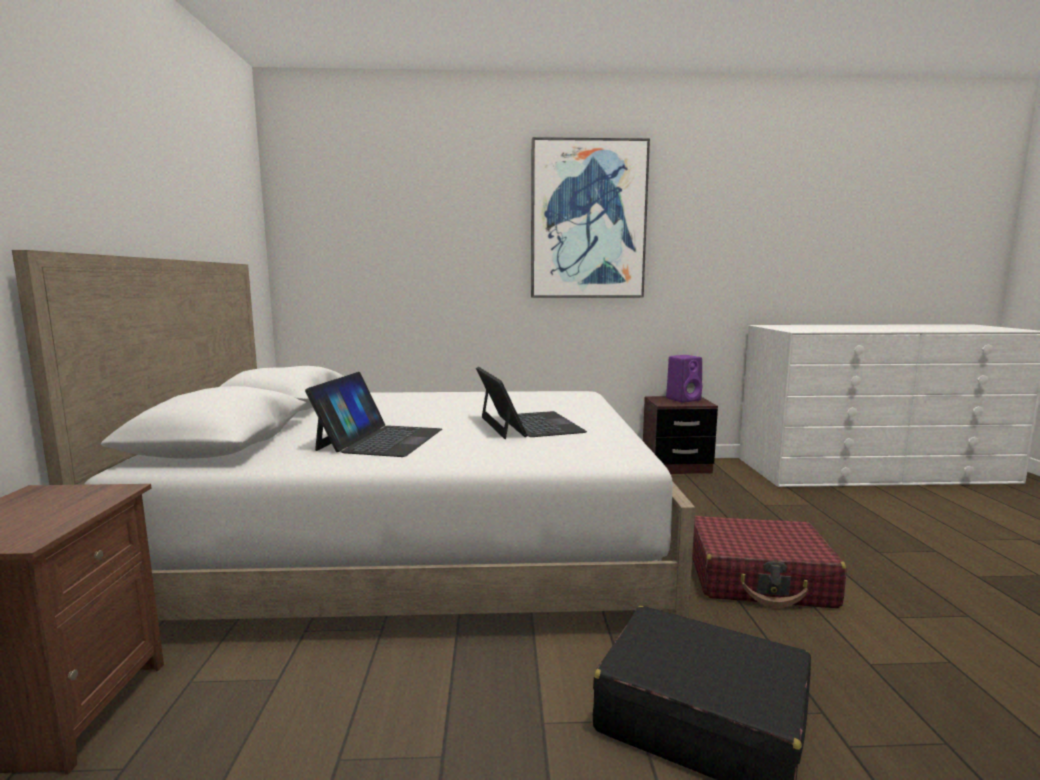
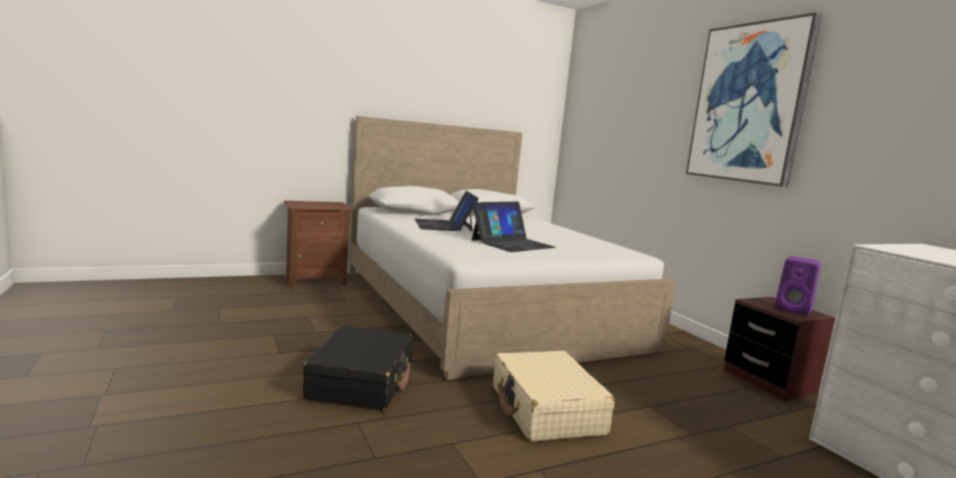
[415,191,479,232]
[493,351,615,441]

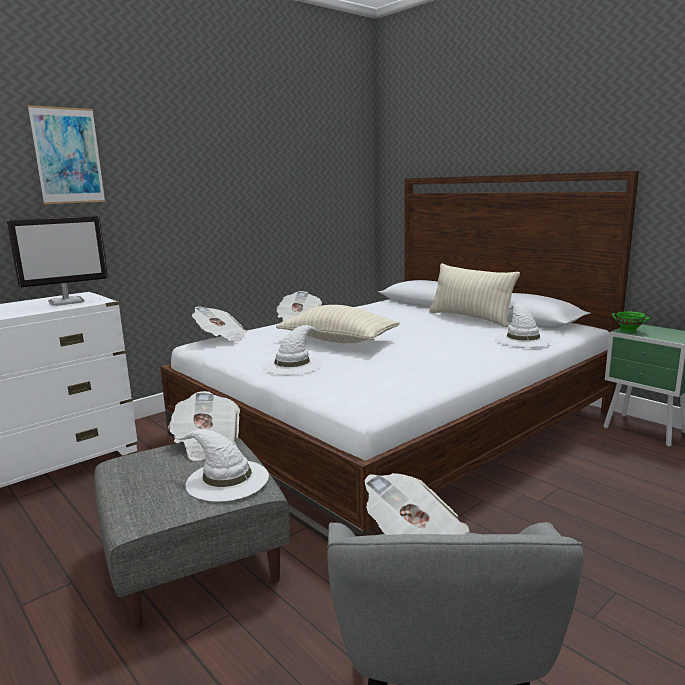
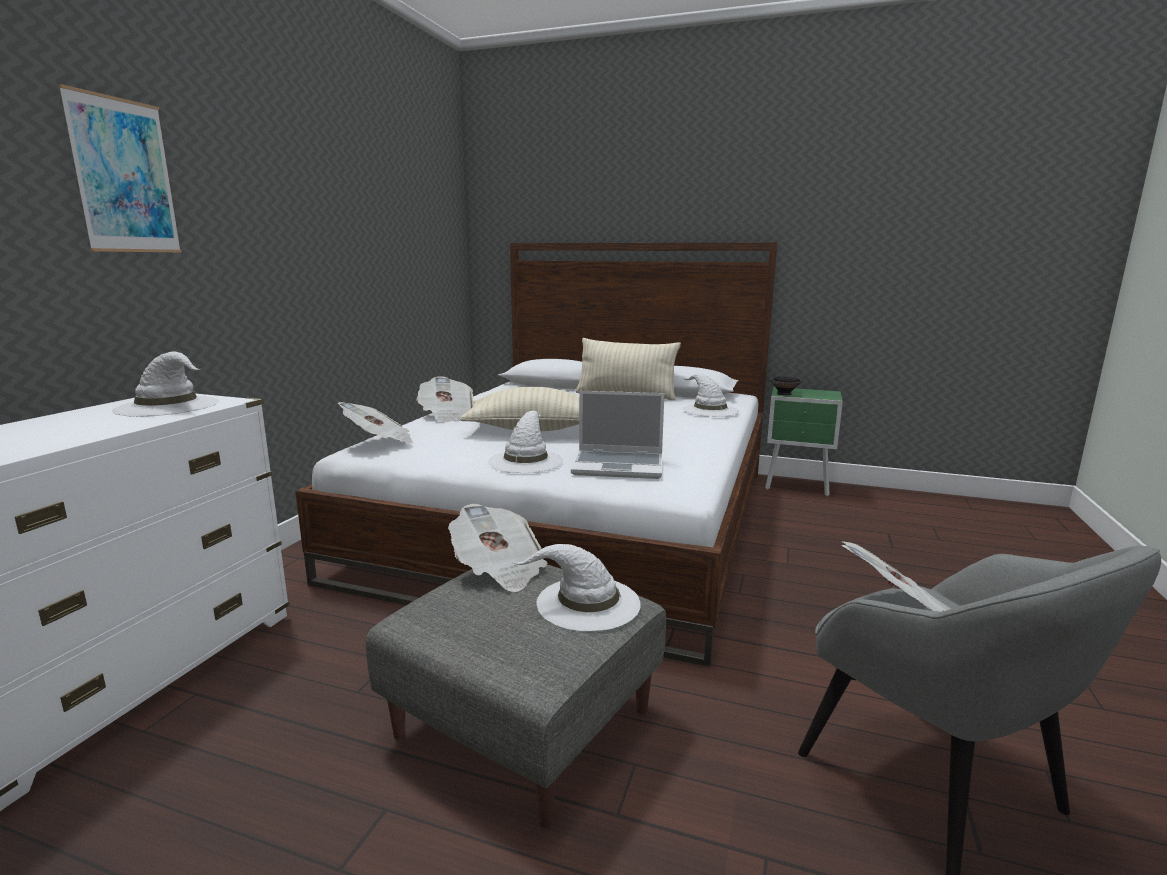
[112,351,219,417]
[769,376,802,395]
[571,391,665,479]

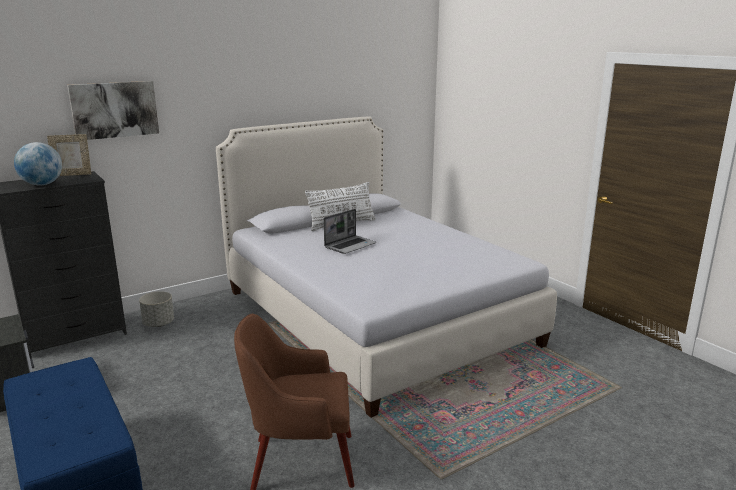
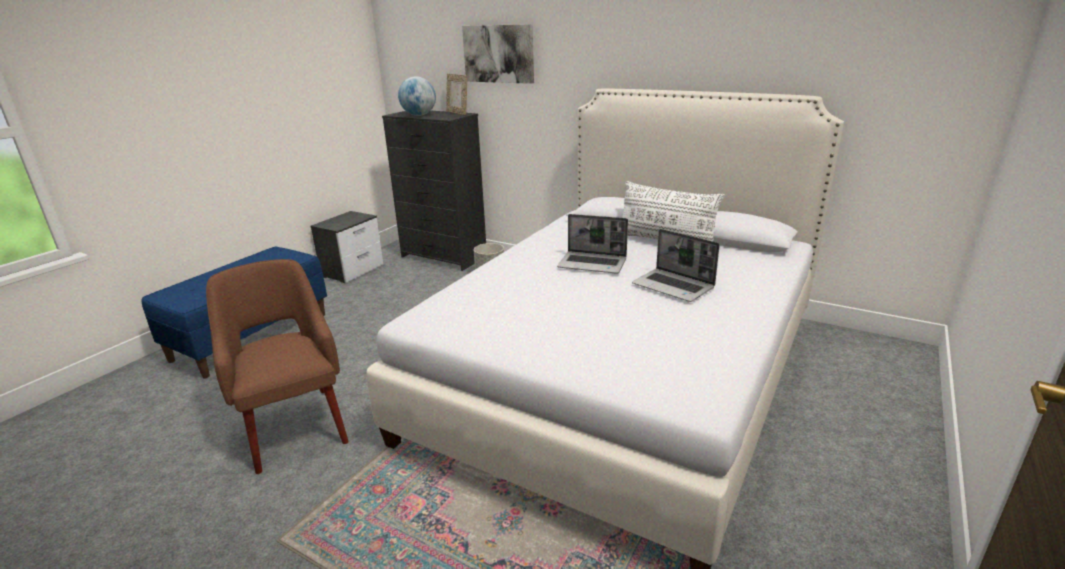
[632,229,720,302]

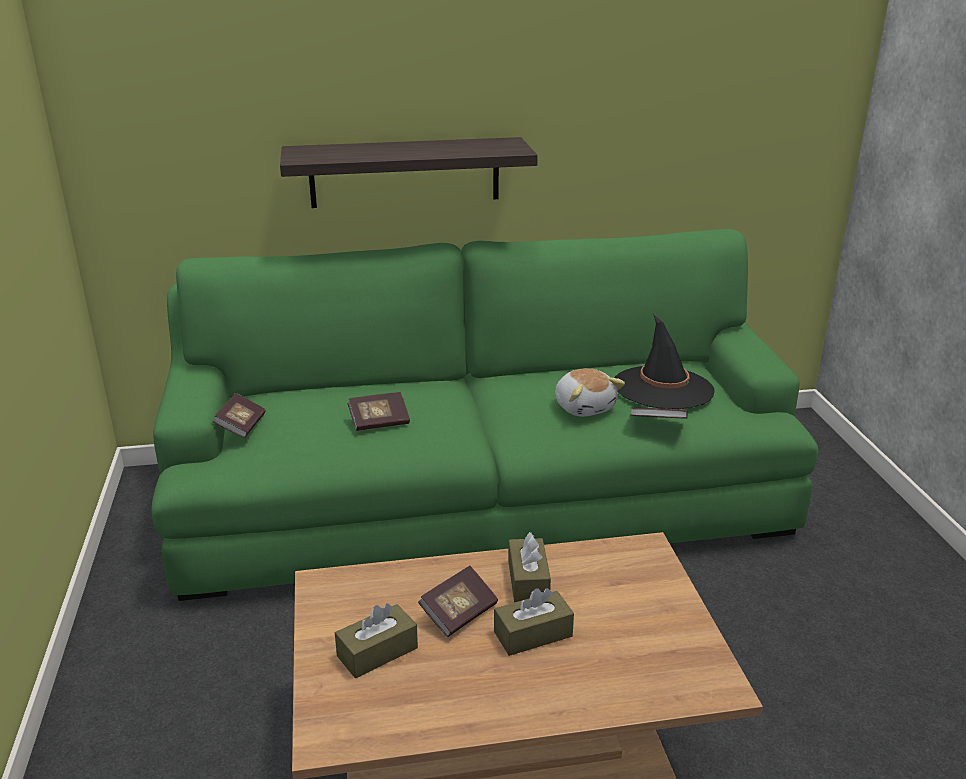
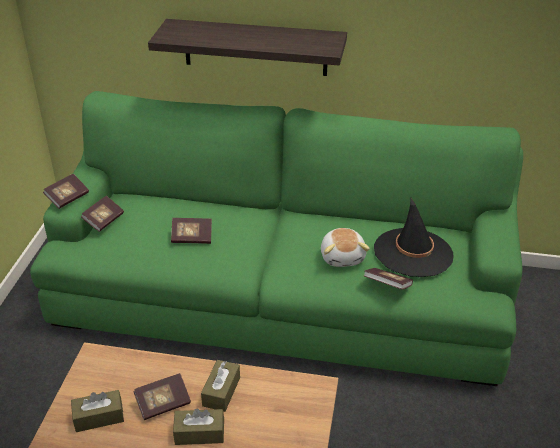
[43,174,89,209]

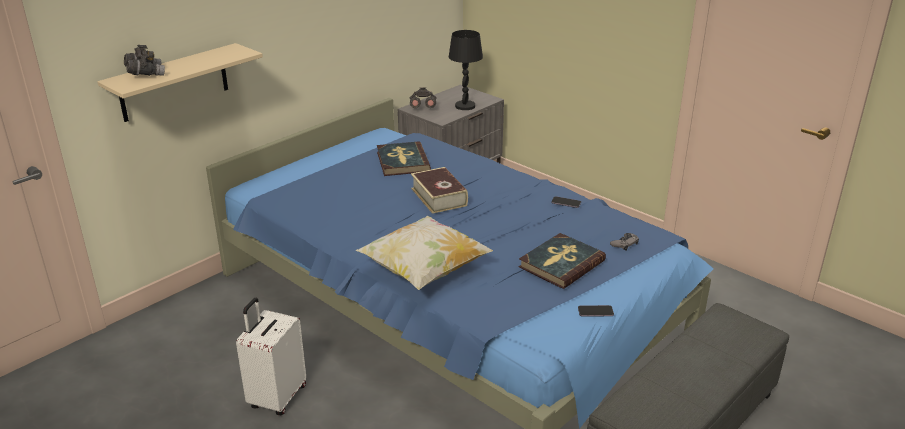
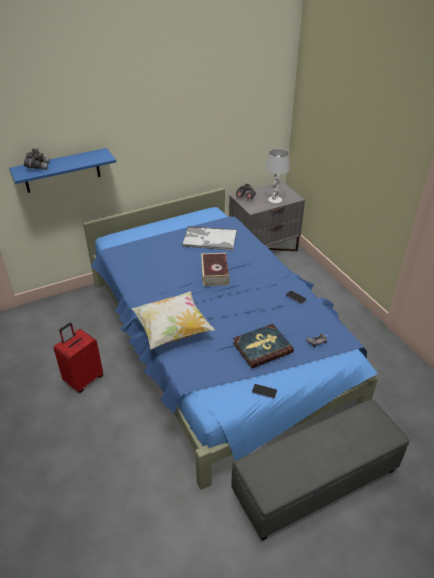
[9,148,116,193]
[53,323,103,393]
[182,226,237,251]
[266,149,290,205]

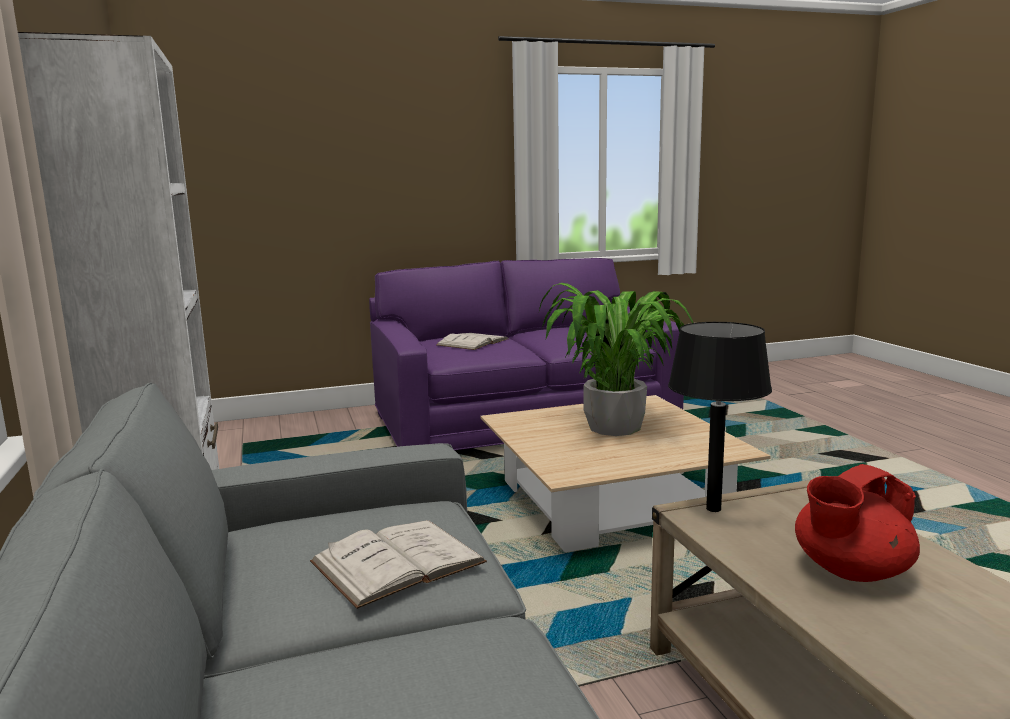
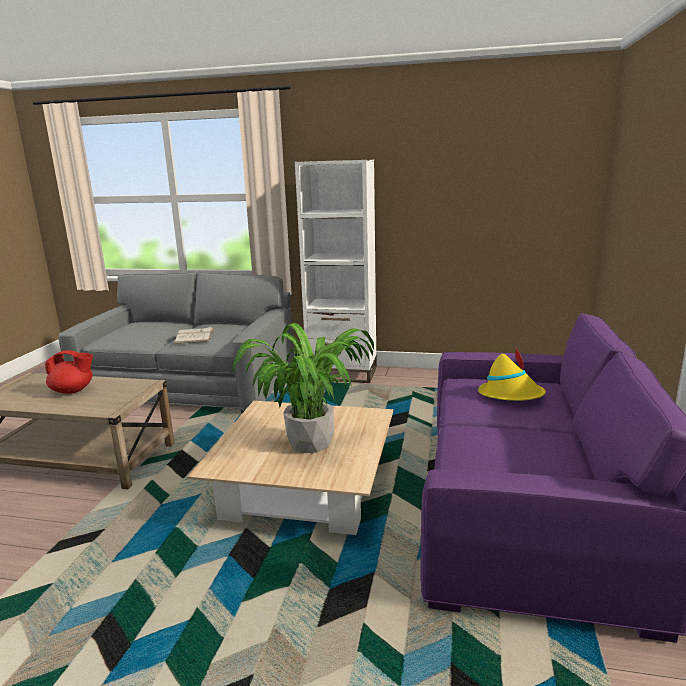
[478,346,546,401]
[668,322,772,512] (first image)
[45,350,93,394]

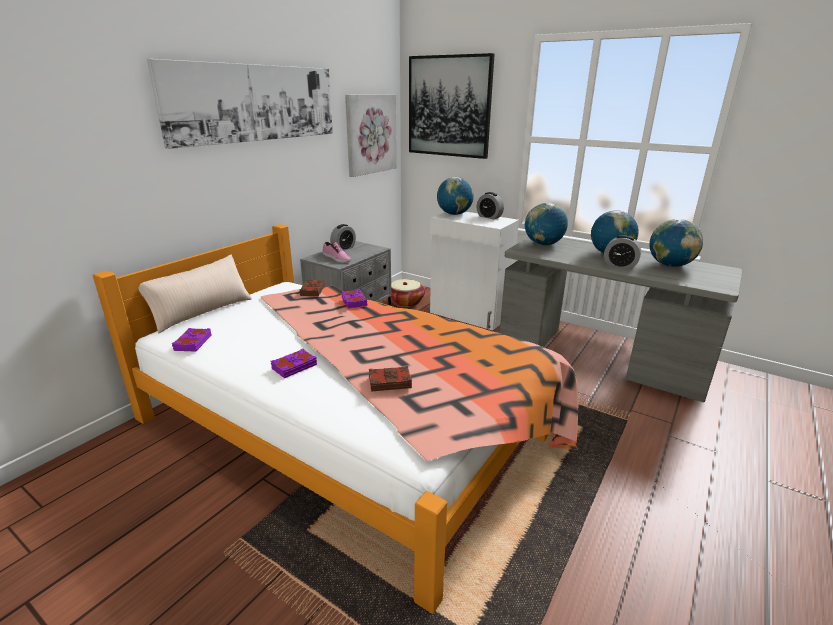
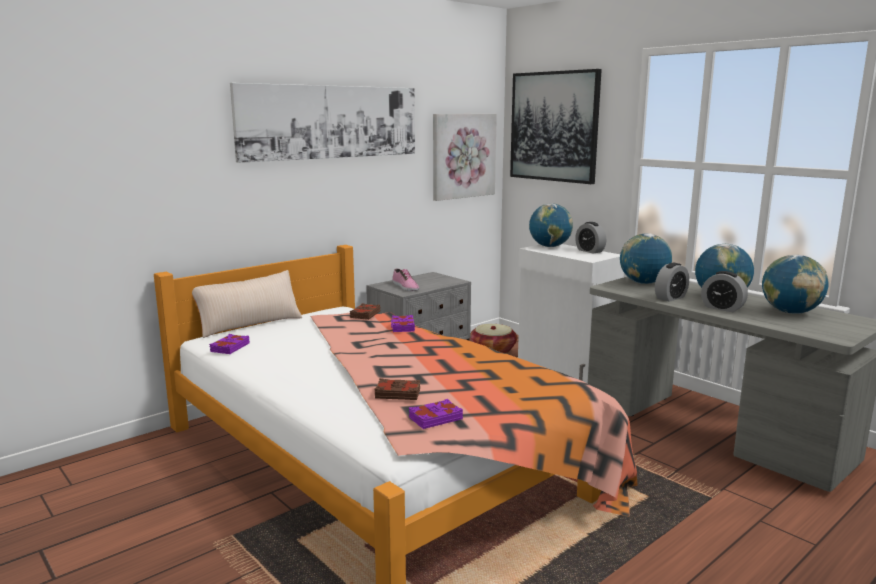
[409,399,463,429]
[655,263,689,302]

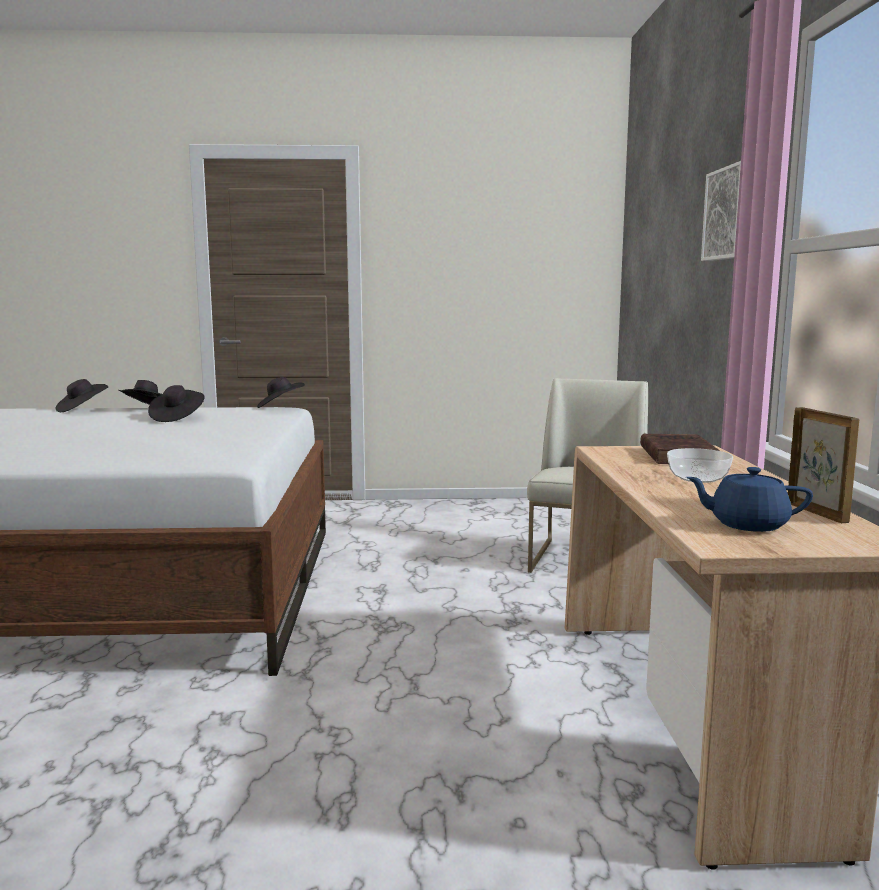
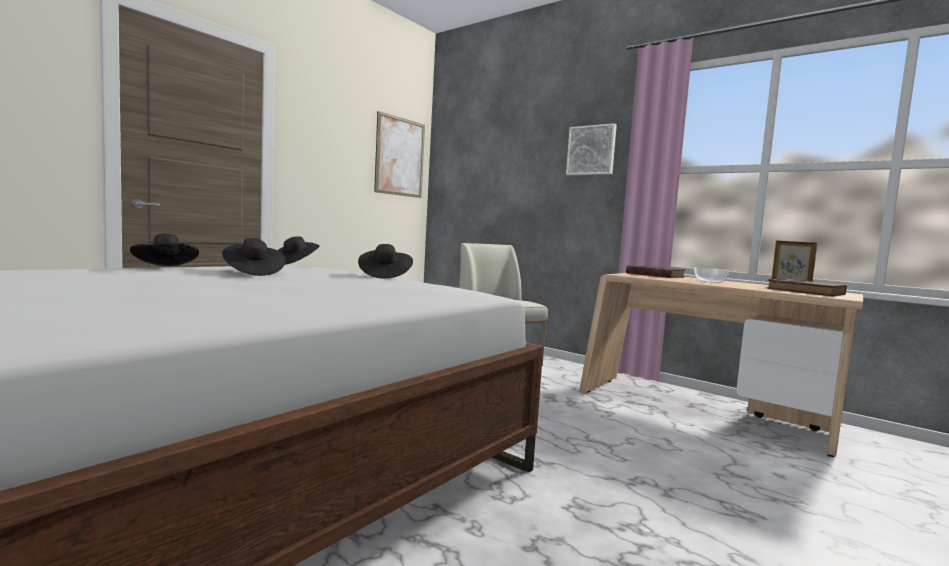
[358,244,413,278]
[767,279,847,296]
[374,111,425,198]

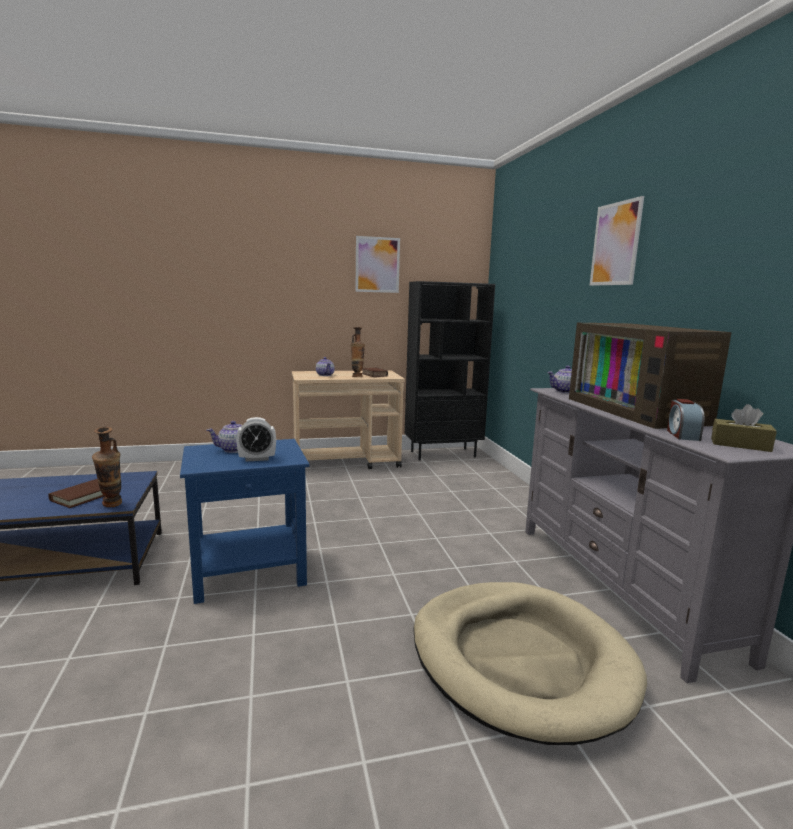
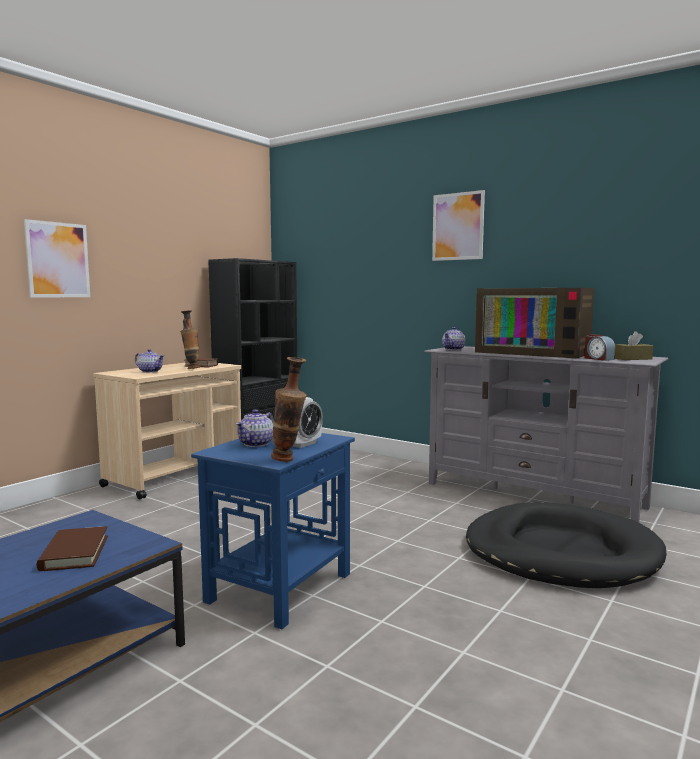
[271,357,306,462]
[24,219,90,298]
[466,502,667,588]

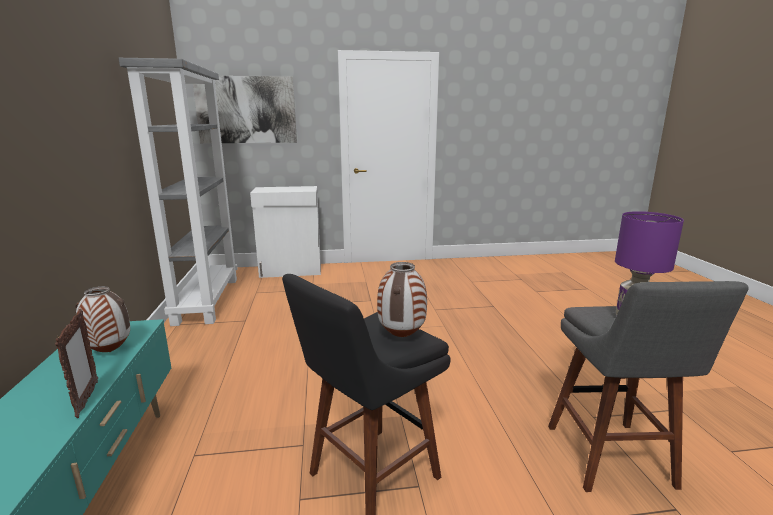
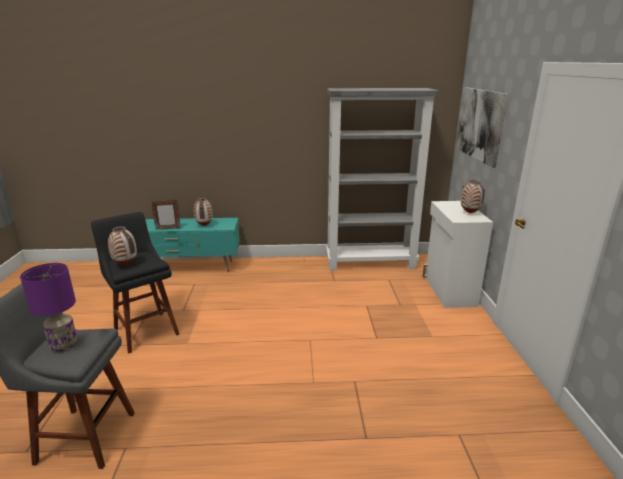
[461,180,485,213]

